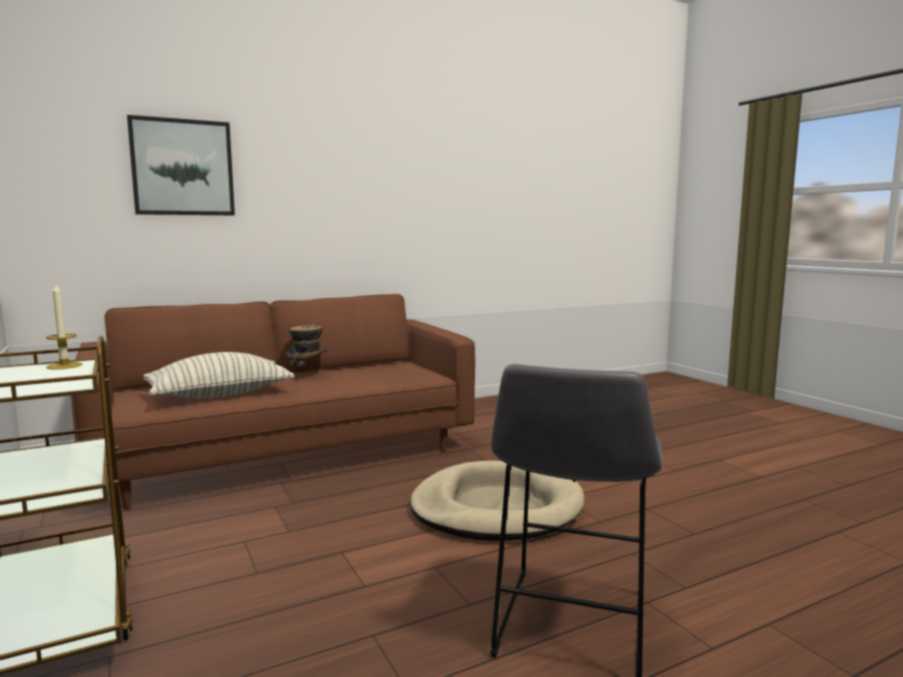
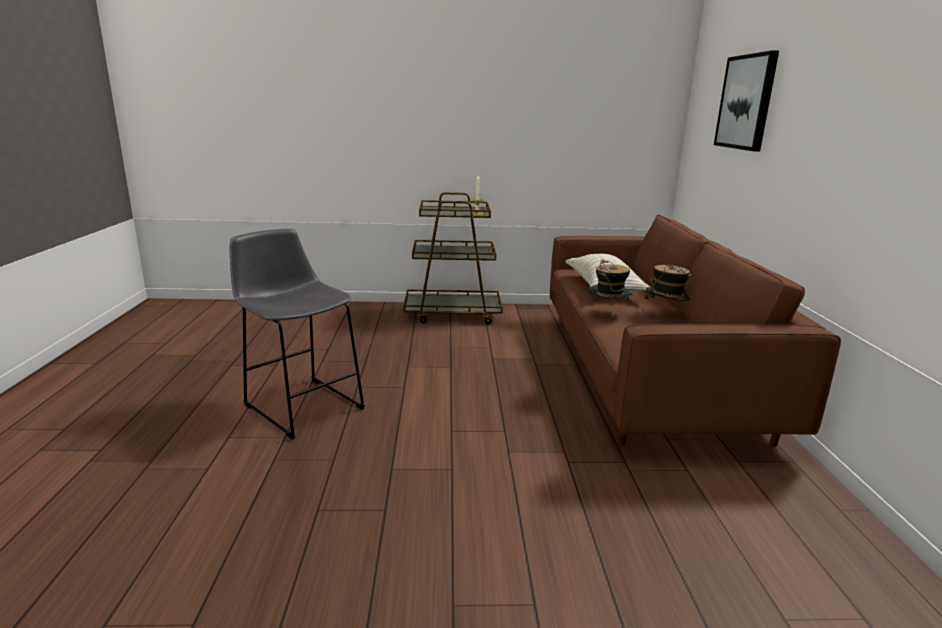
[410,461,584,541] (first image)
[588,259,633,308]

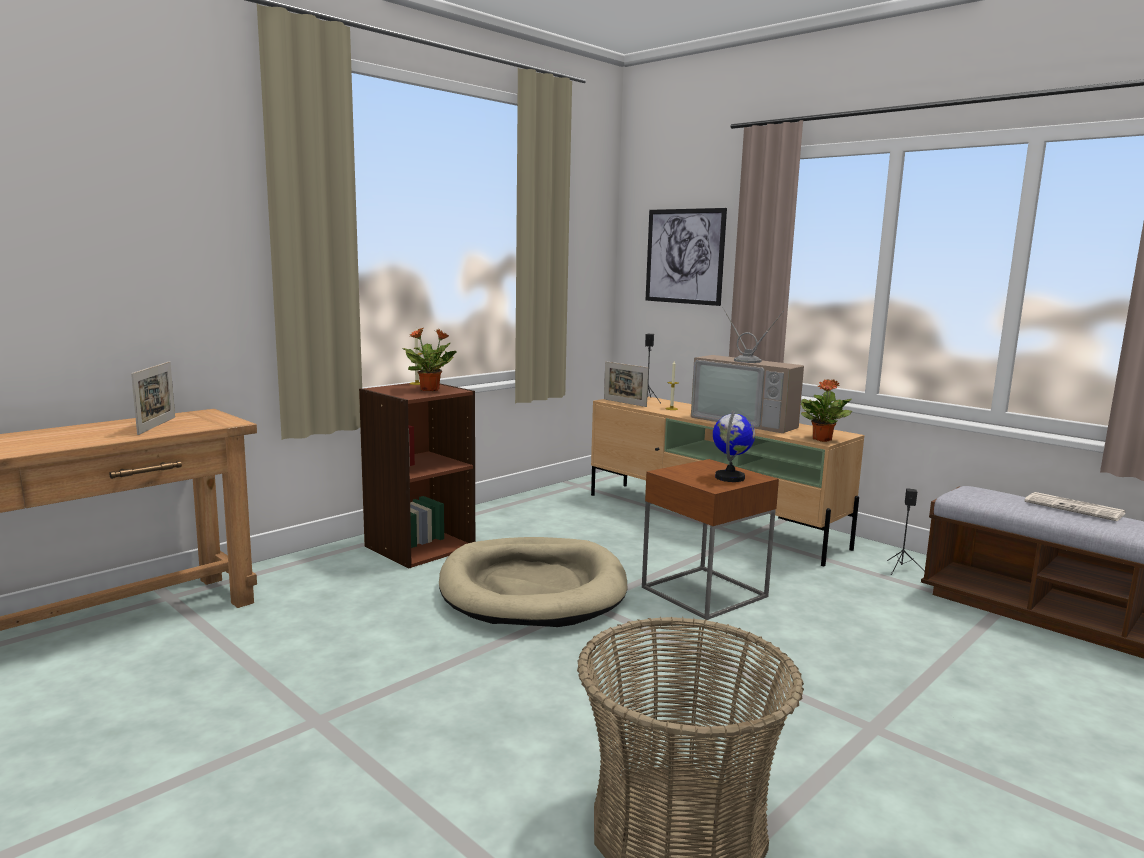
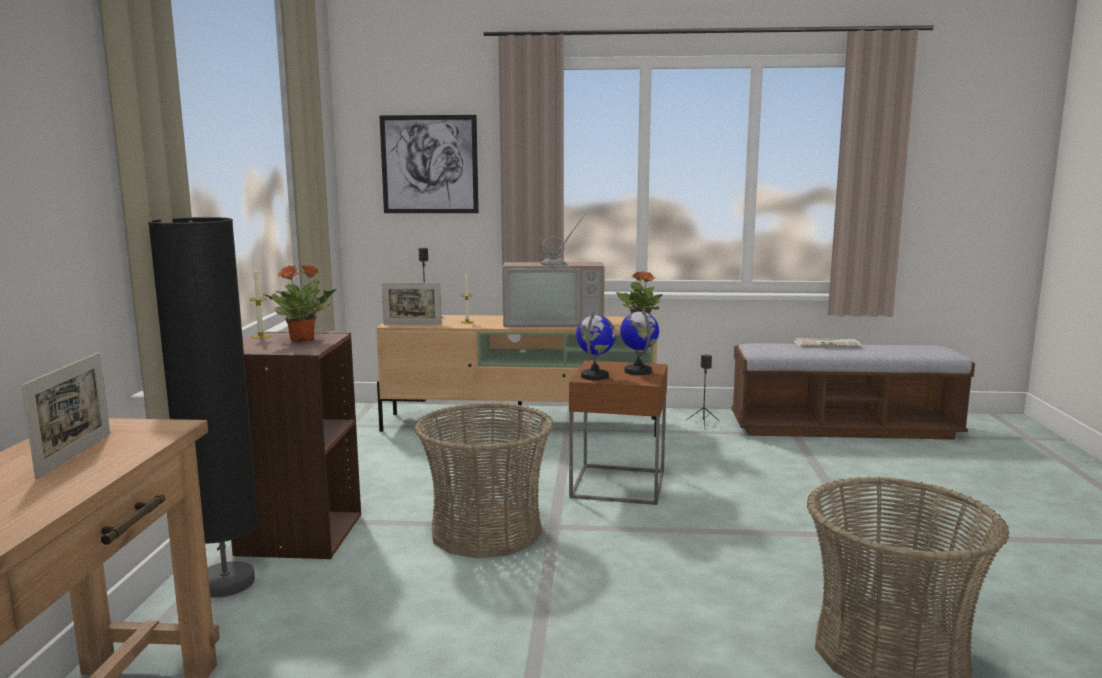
[21,352,110,479]
[414,403,553,558]
[148,217,259,598]
[576,312,616,380]

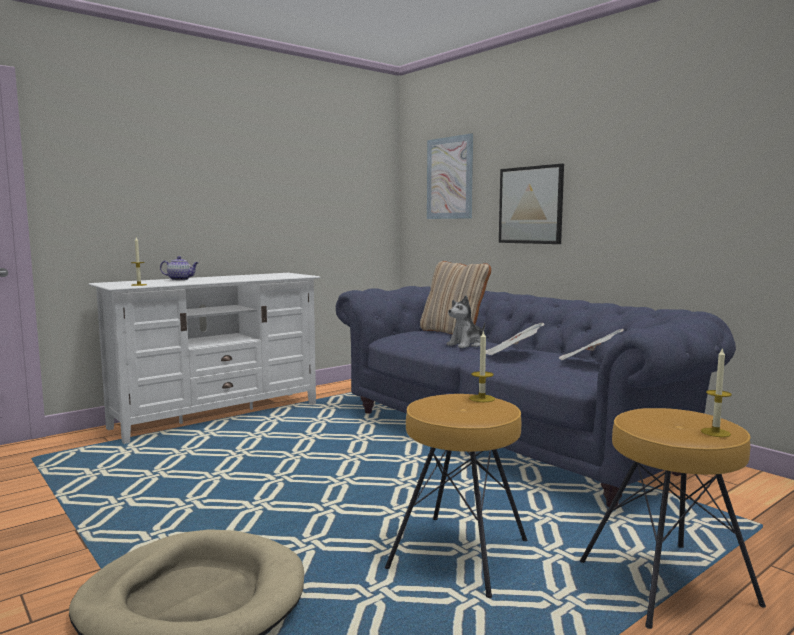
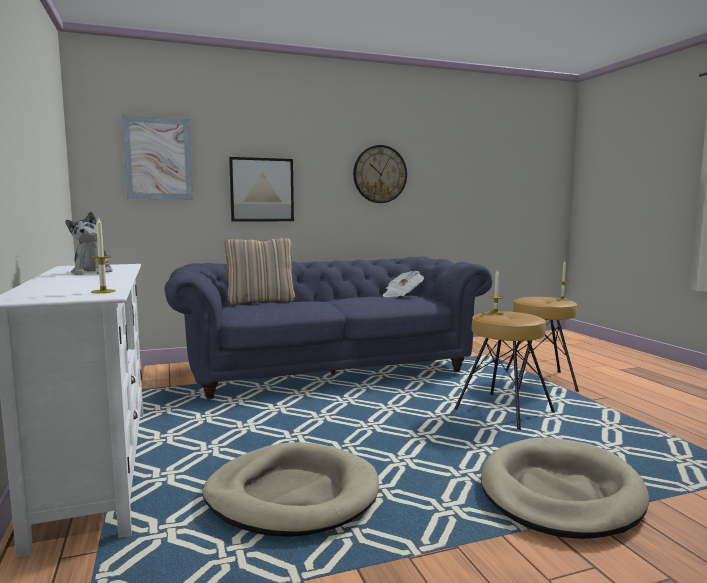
[160,256,199,280] (first image)
[65,212,113,275]
[486,323,544,355] (first image)
[203,442,379,537]
[353,145,407,203]

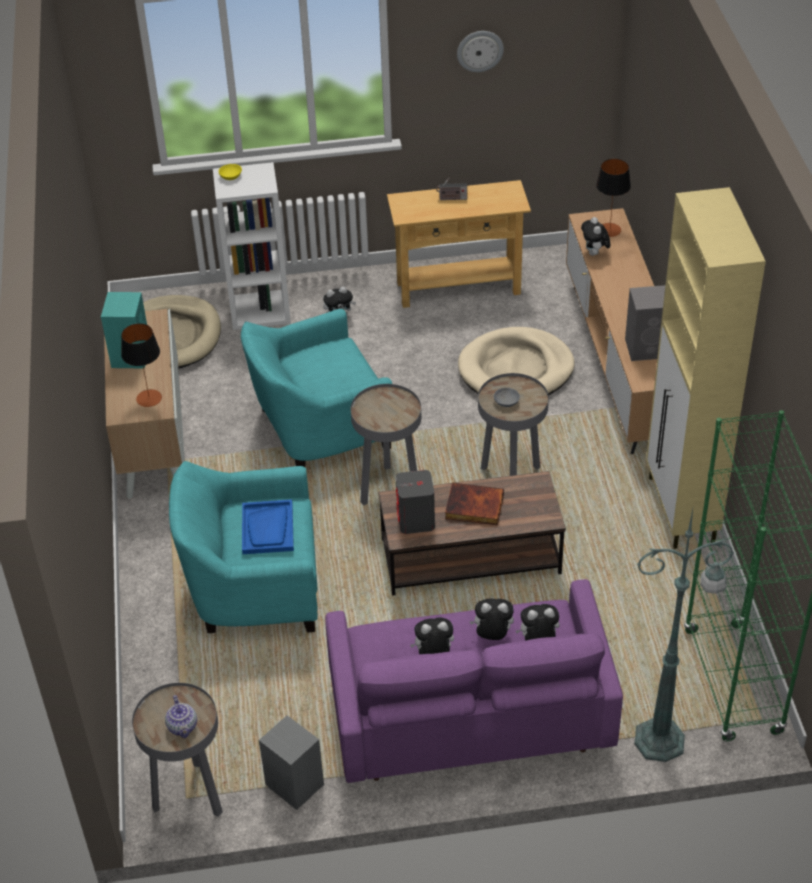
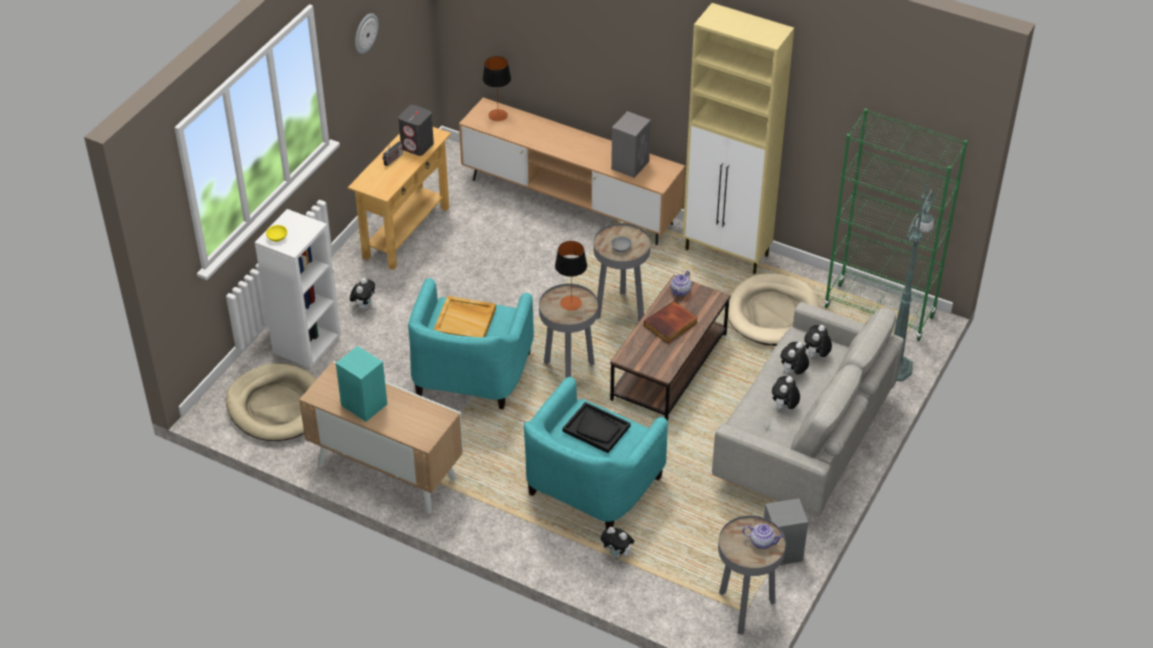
[555,241,587,311]
[562,402,631,453]
[712,302,904,517]
[398,105,434,156]
[728,273,820,346]
[601,527,634,559]
[434,296,496,337]
[670,271,692,296]

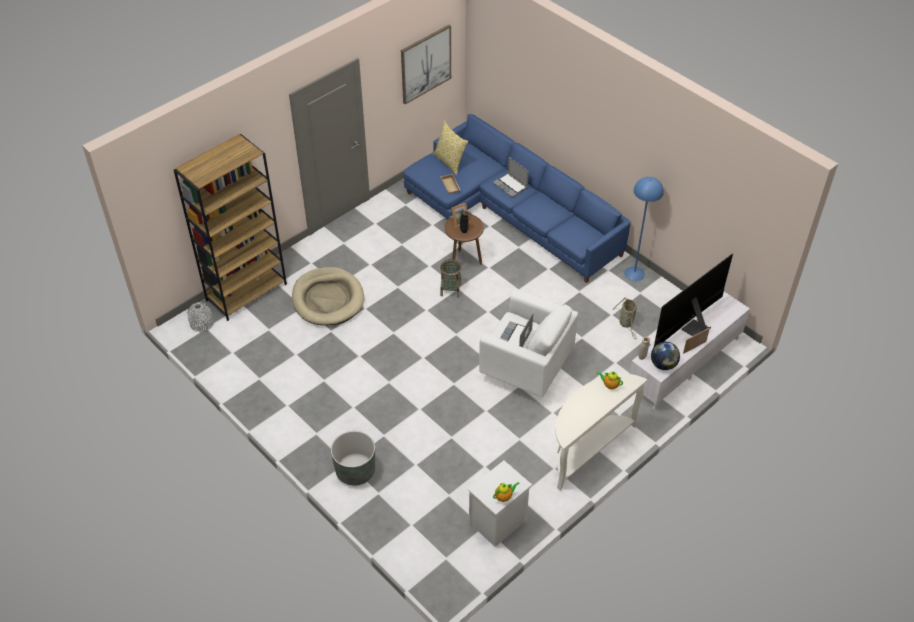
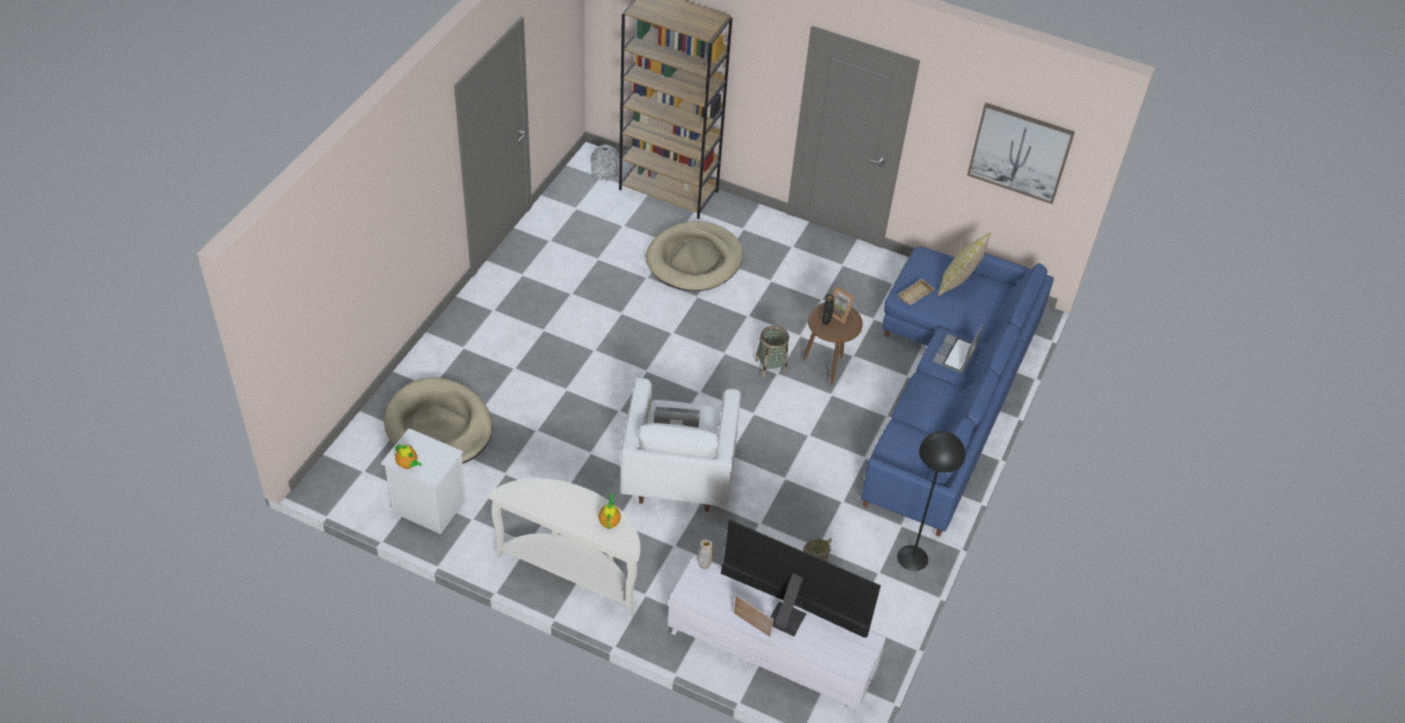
[331,431,375,486] (first image)
[897,431,965,571]
[651,342,680,370] (first image)
[384,377,492,464]

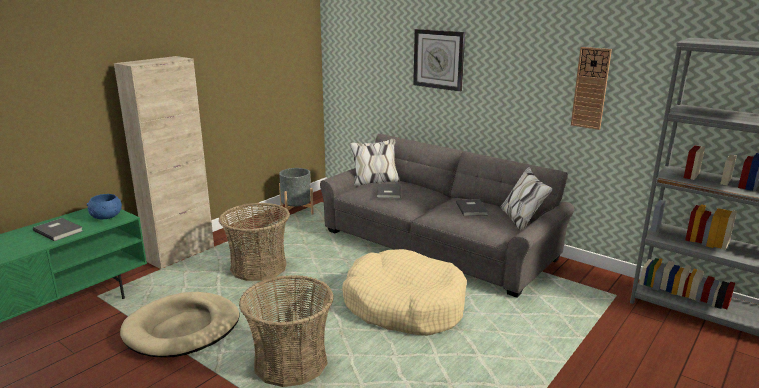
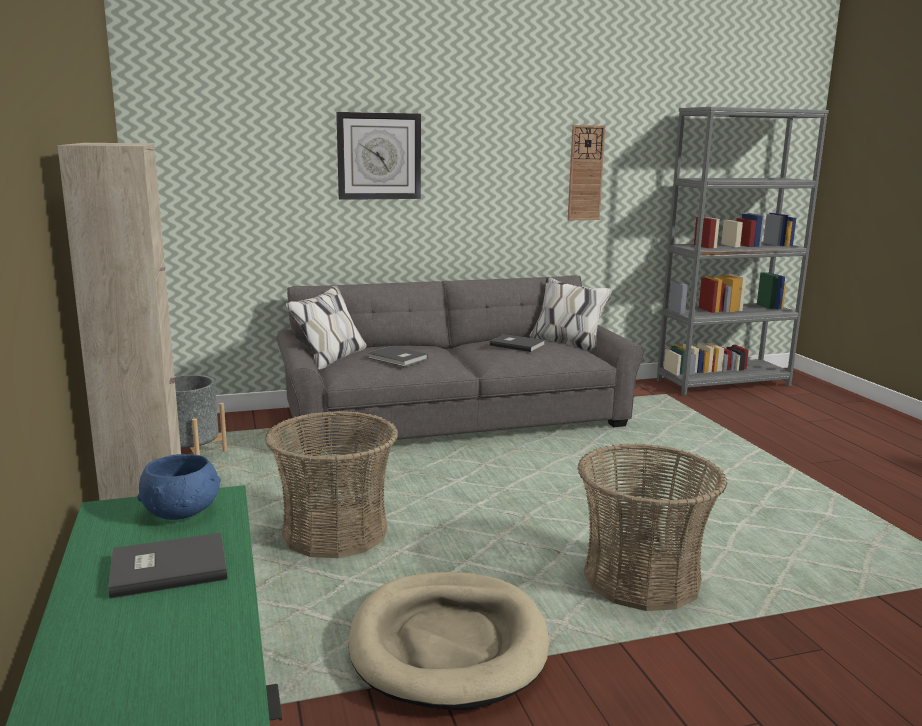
[342,249,467,336] (first image)

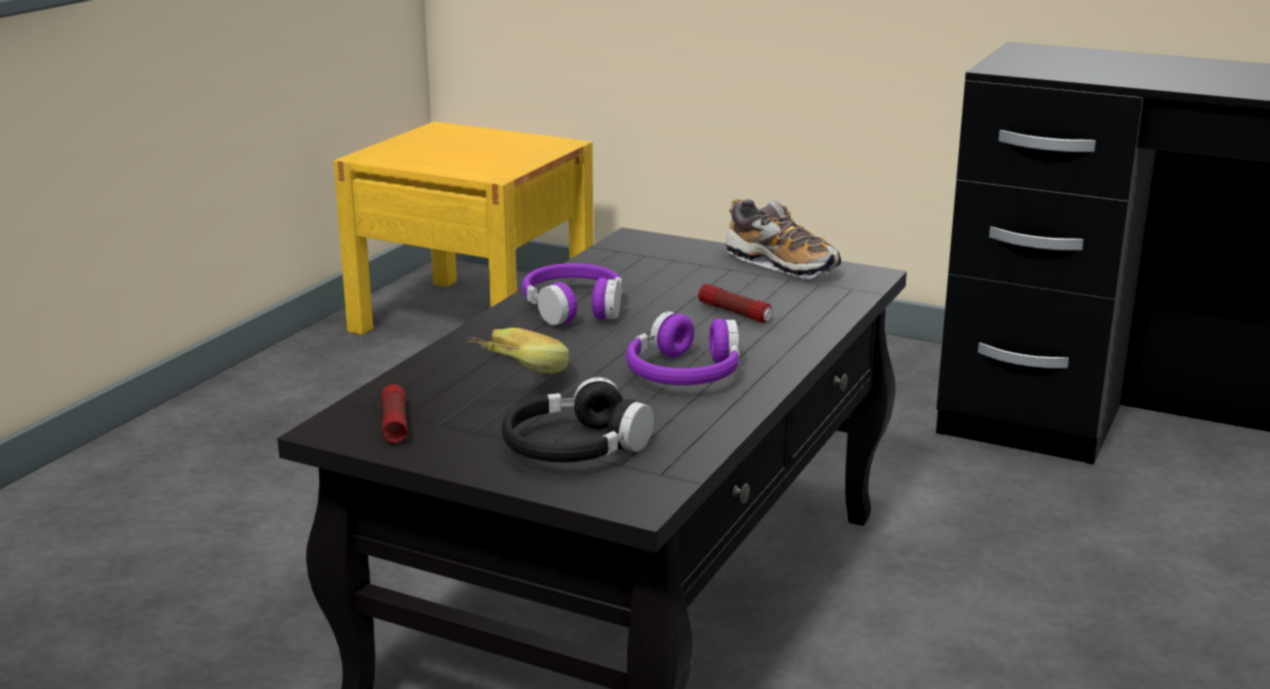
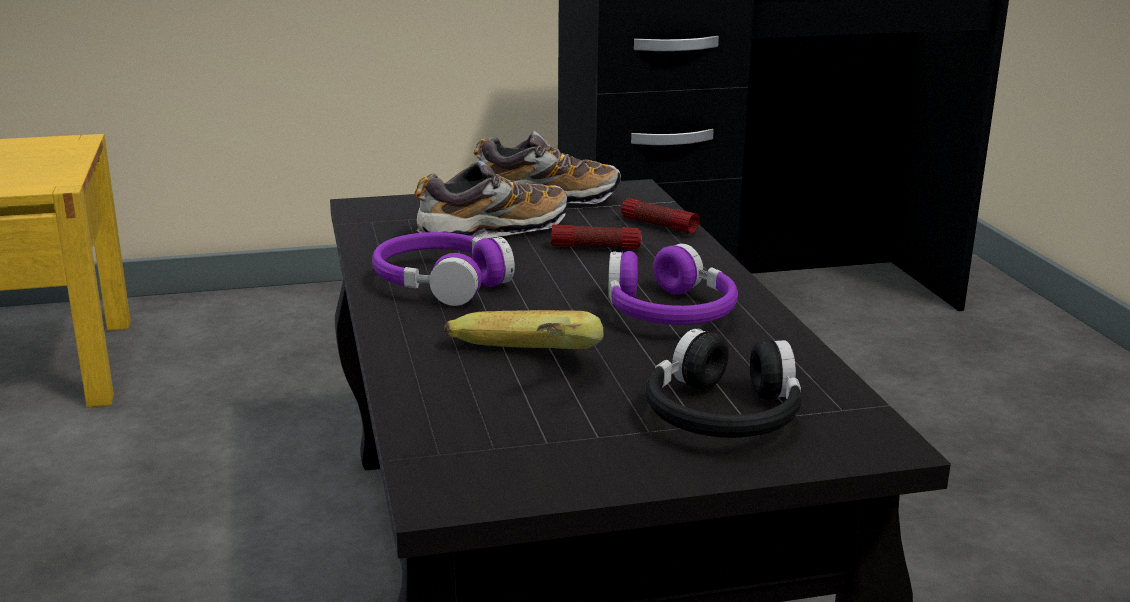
[621,198,700,234]
[414,161,567,239]

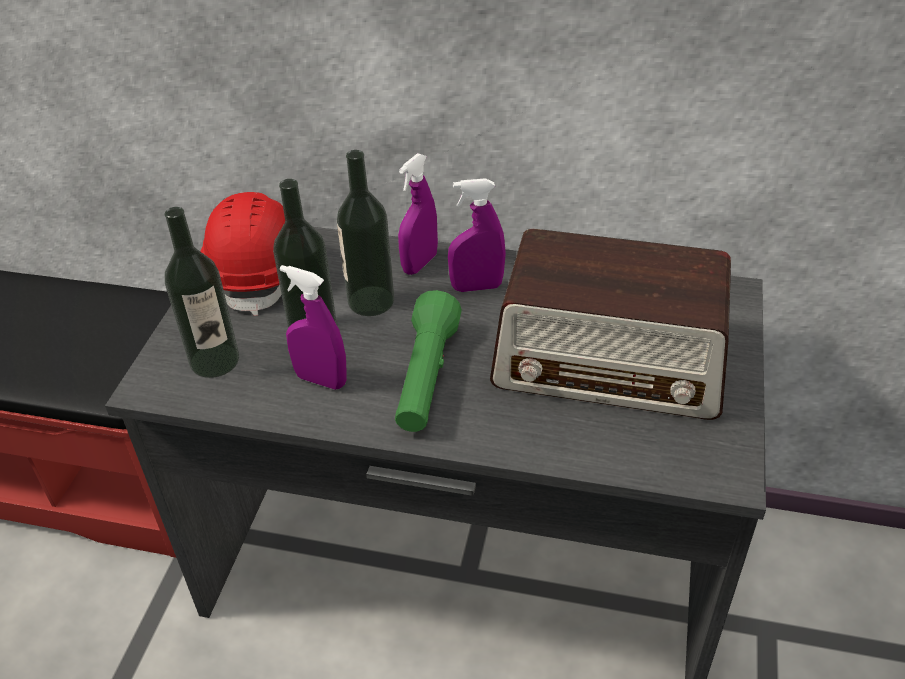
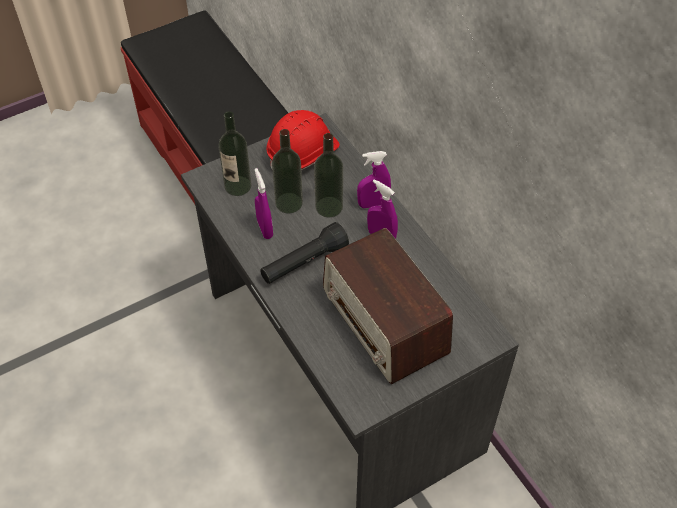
[260,222,349,284]

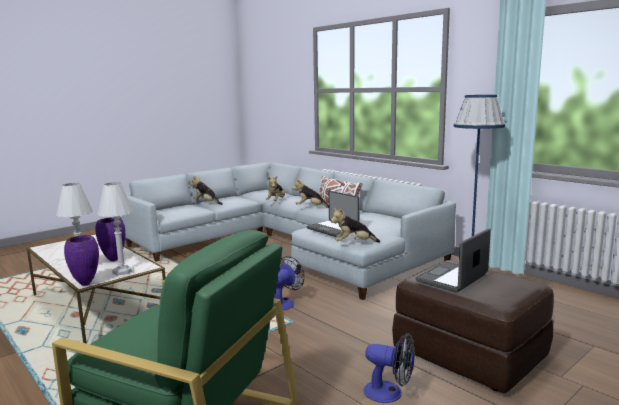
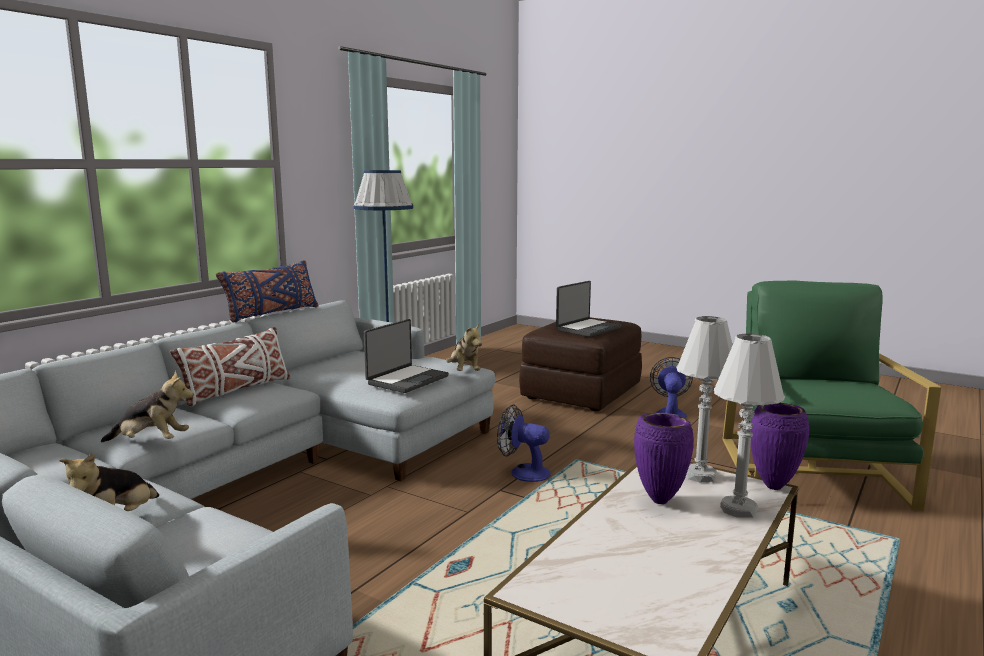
[292,179,329,208] (first image)
[556,281,622,337]
[216,260,318,322]

